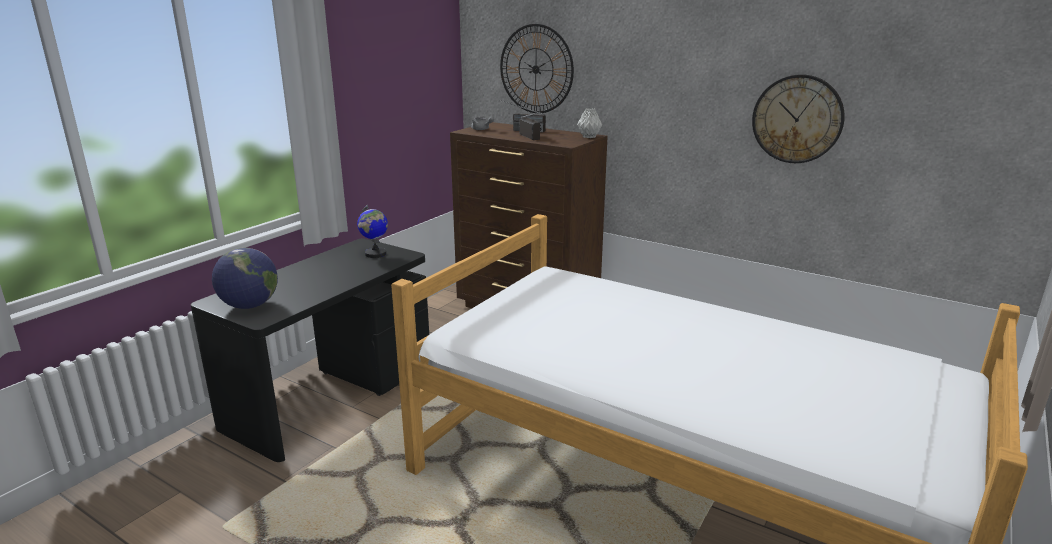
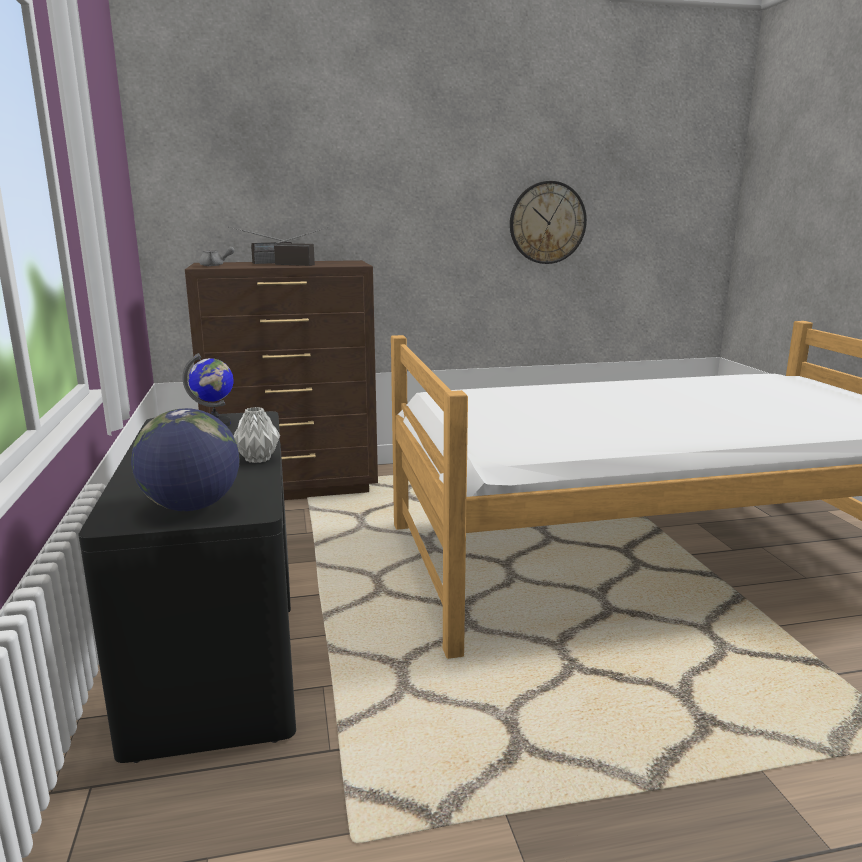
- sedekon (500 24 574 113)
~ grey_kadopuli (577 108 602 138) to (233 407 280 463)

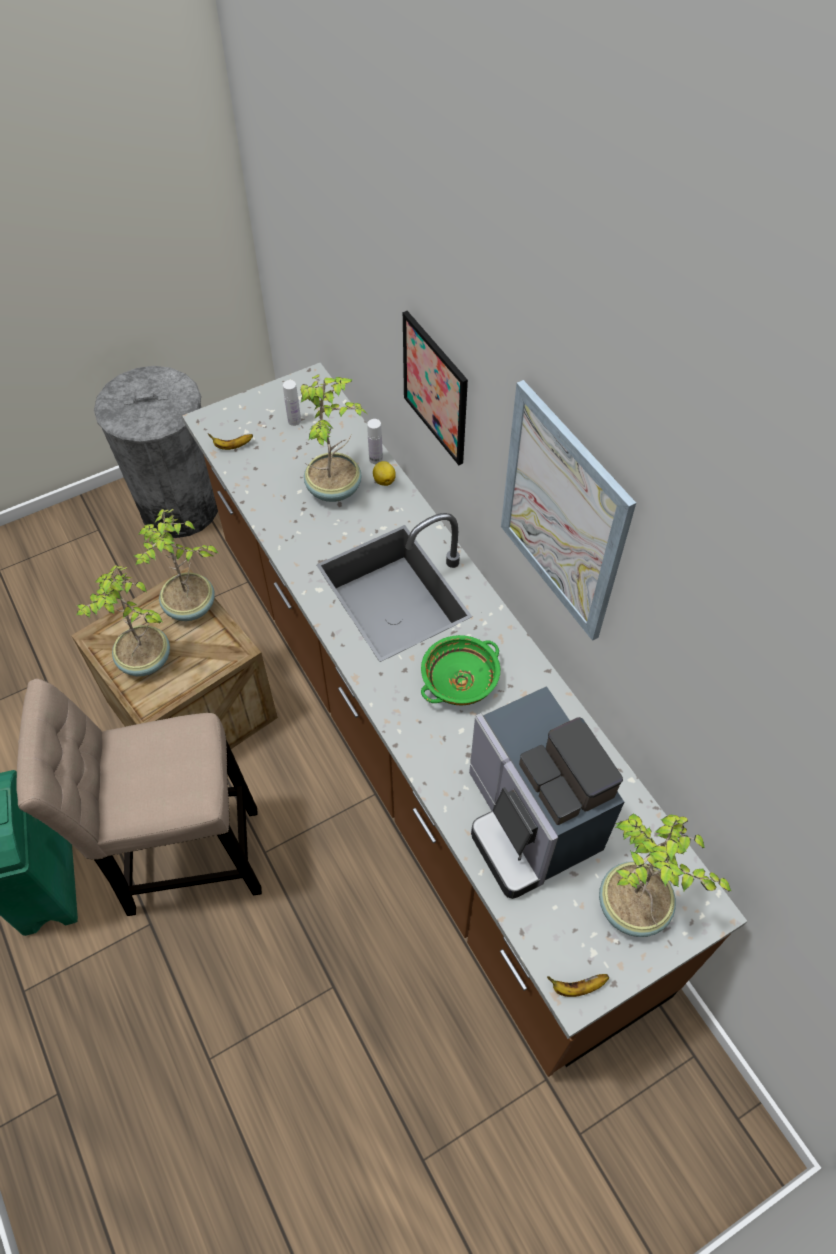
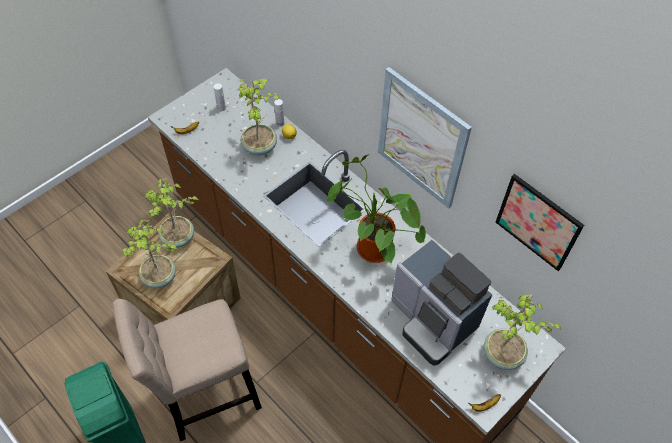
- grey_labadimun (94 366 218 538)
~ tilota (403 311 468 465) to (495 174 584 271)
~ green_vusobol (421 635 500 705) to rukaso (327 154 426 264)

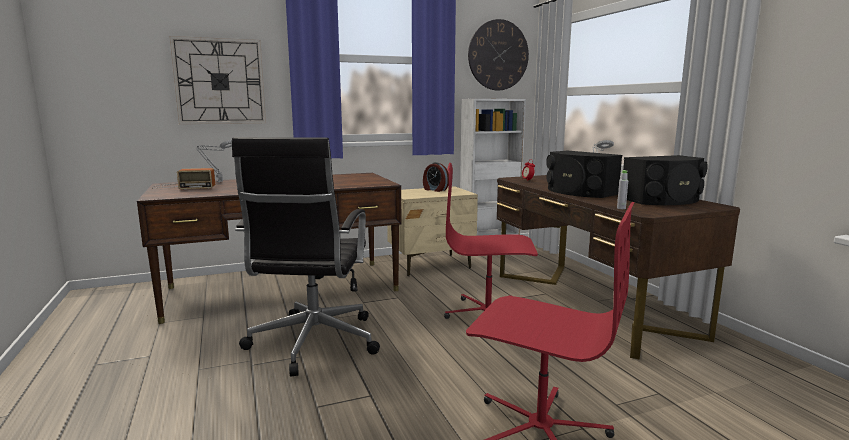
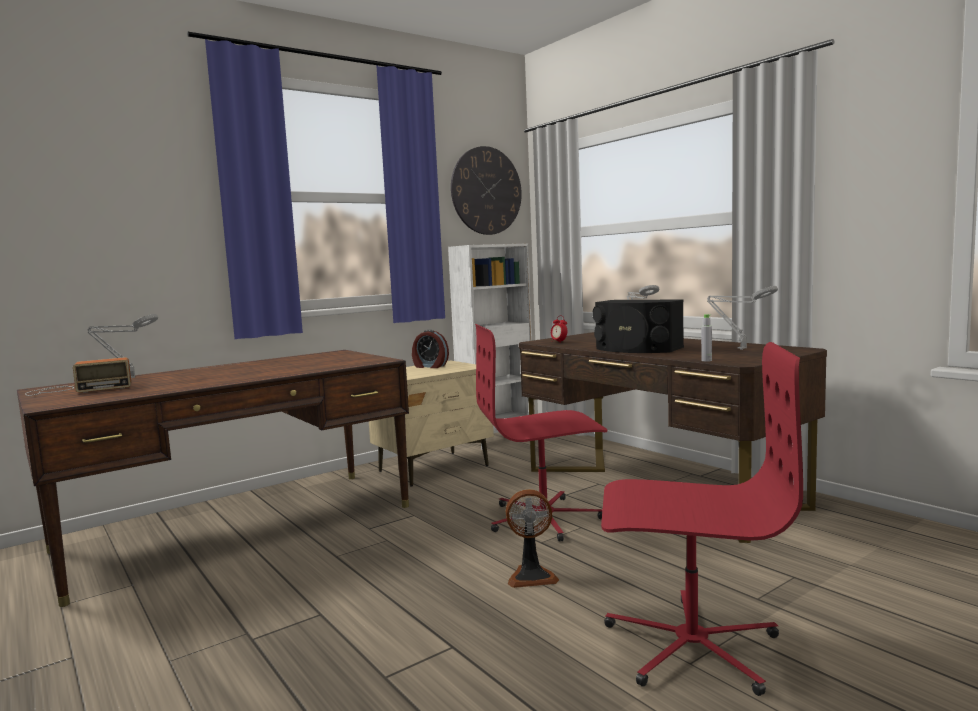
- sedekon (169 36 266 124)
- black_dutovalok (232 137 380 377)
+ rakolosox (506 489 559 588)
~ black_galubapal (623 155 708 205) to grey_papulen (707 286 778 350)

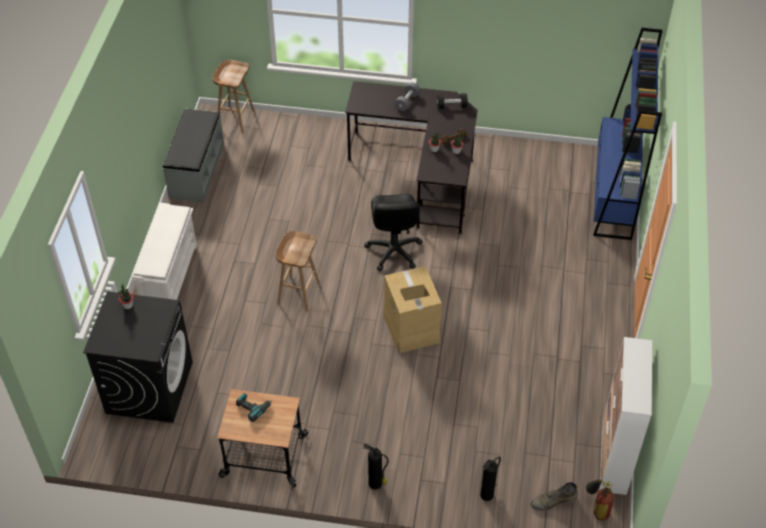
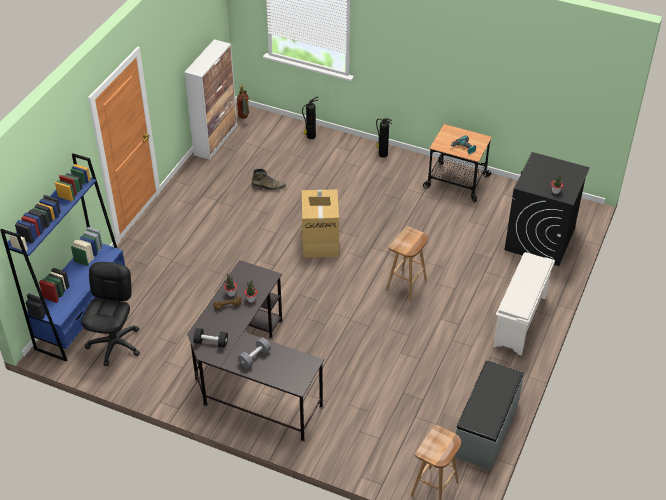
~ black_dutovalok (364 194 423 271) to (81 262 140 366)
~ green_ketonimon (531 482 577 511) to (252 169 286 191)

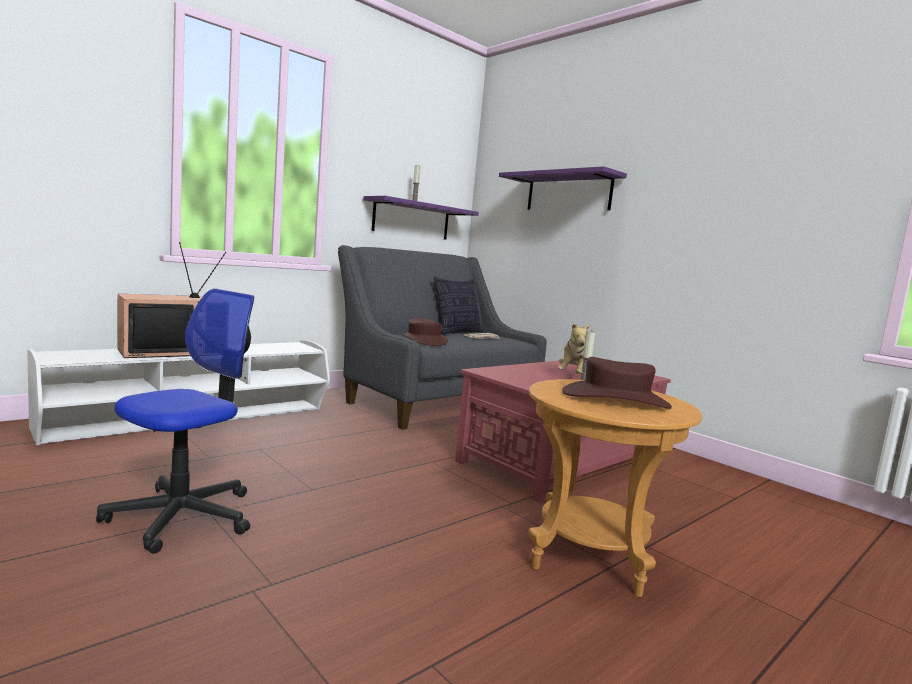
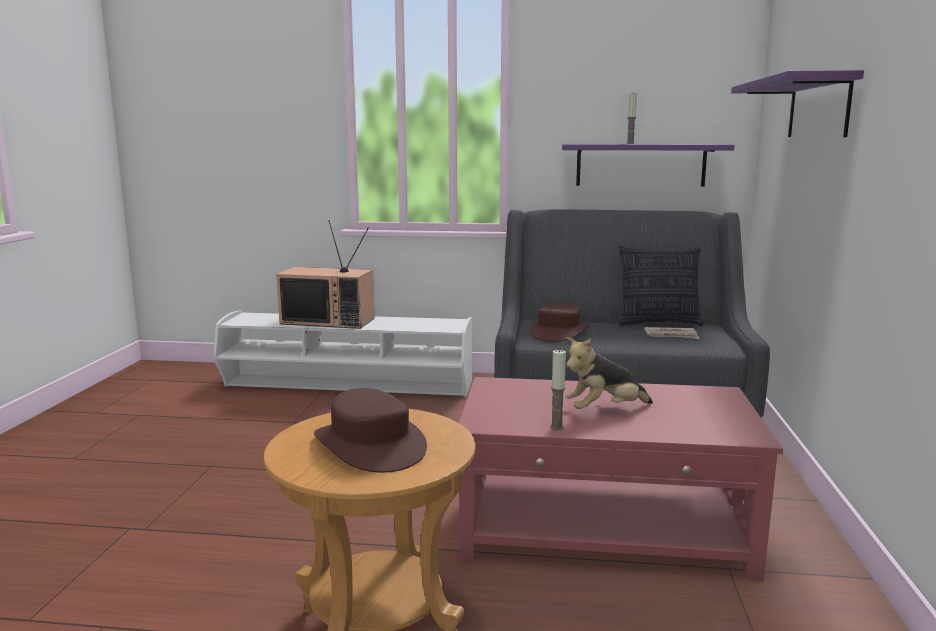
- dutovalok (96 288 254 554)

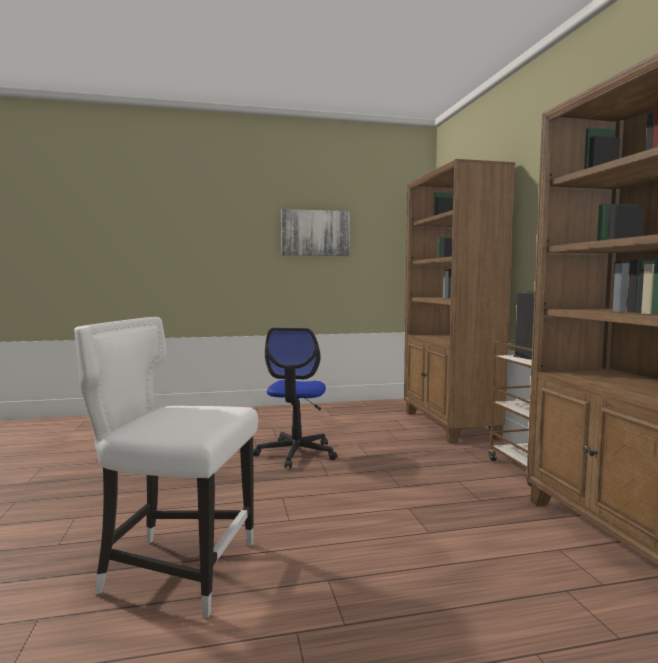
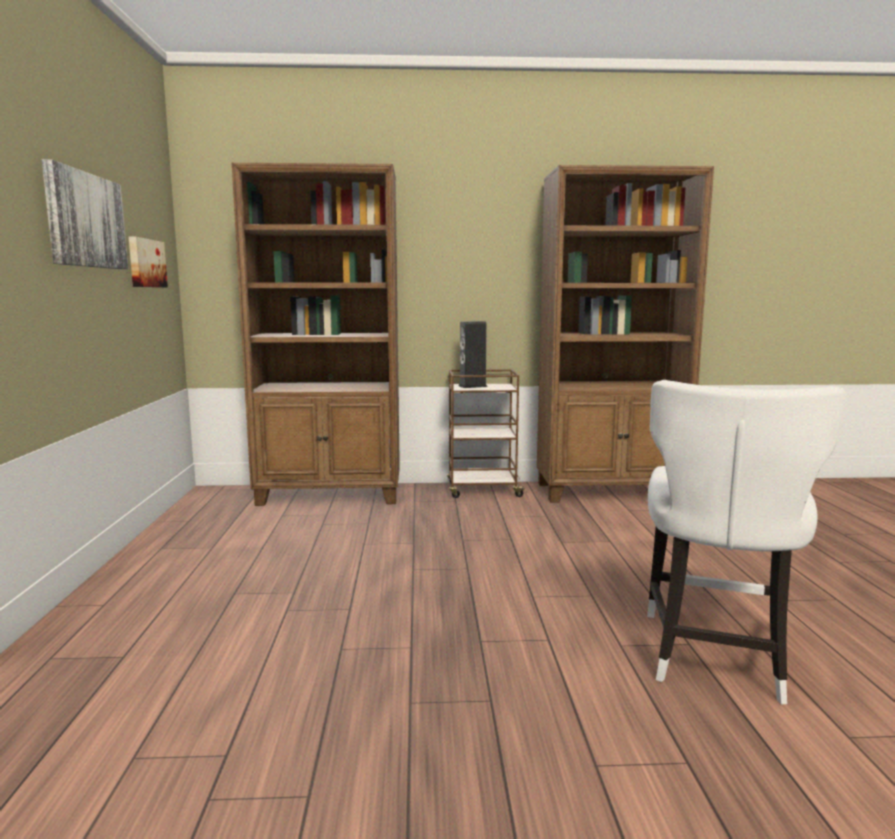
- dutovalok (253 328 337 468)
+ tilota (128 236 168 287)

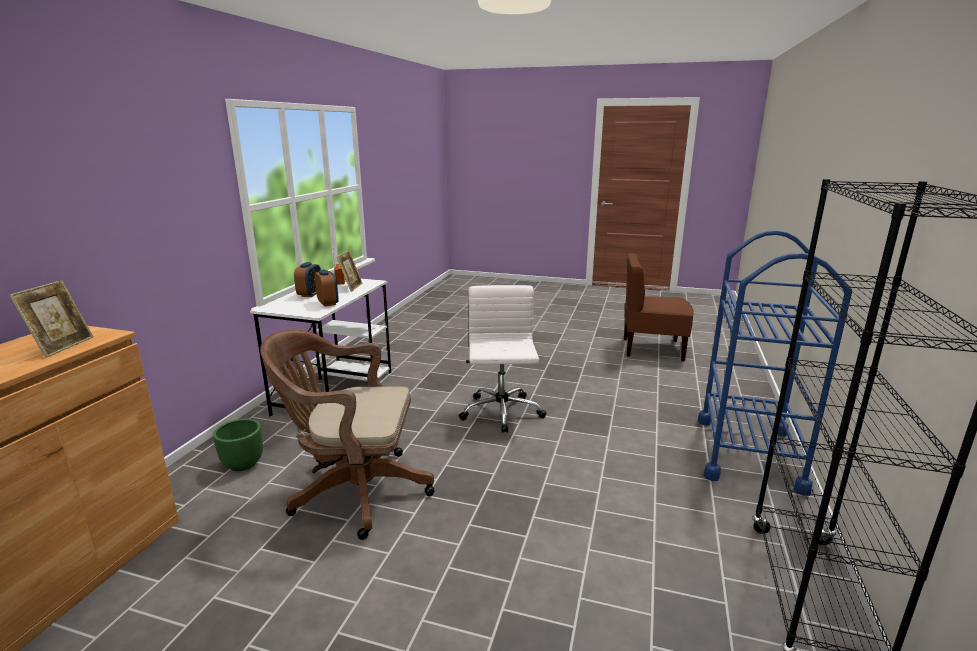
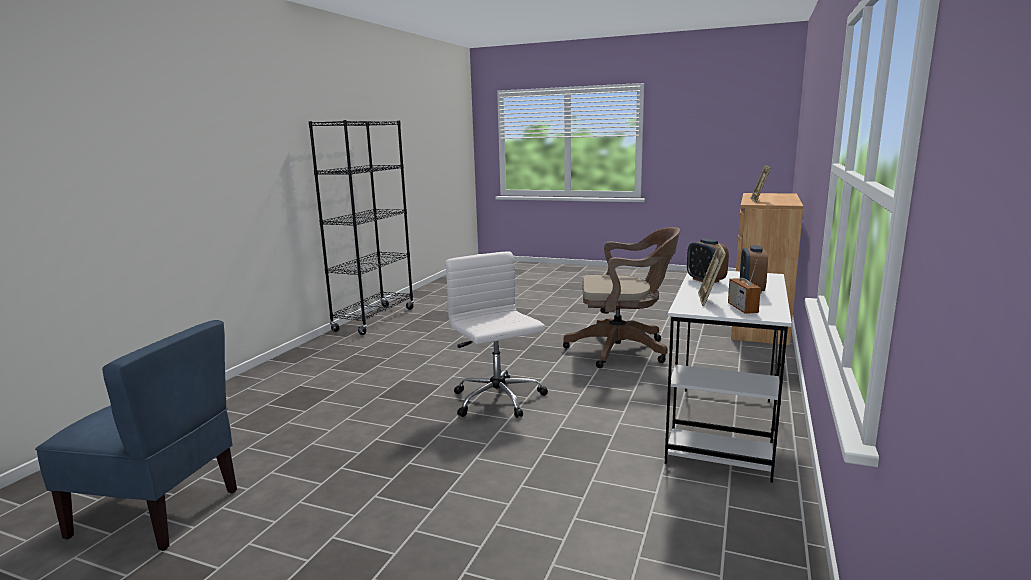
- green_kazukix (213 419 263 471)
- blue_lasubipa (698 230 852 496)
~ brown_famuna (624 253 694 362) to blue_famuna (35 320 237 551)
~ white_dutovalok (459 285 547 433) = (445 251 548 418) 150 degrees clockwise

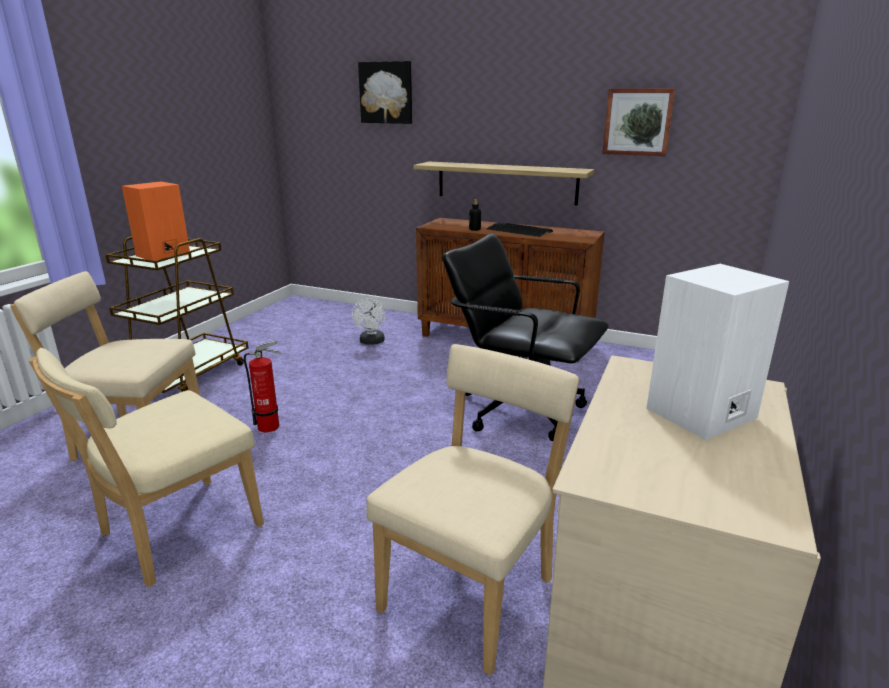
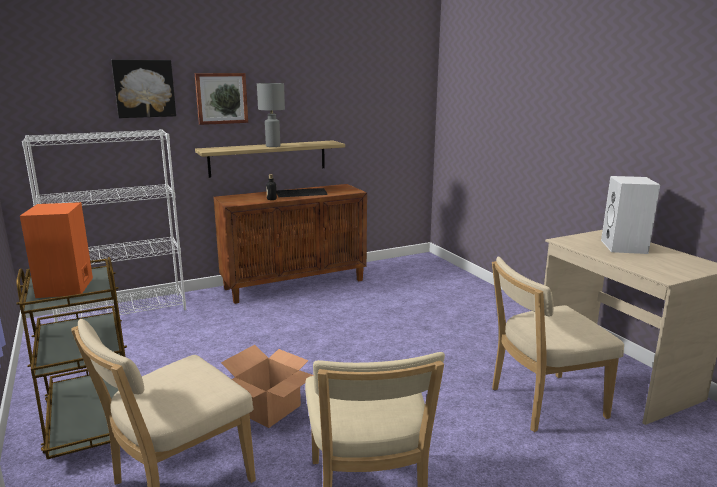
- white_rakolosox (352 298 386 345)
- black_dutovalok (443 233 609 441)
+ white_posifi (22 129 186 322)
+ grey_papulen (257 83 285 147)
~ tilota (602 88 676 156) to (195 73 248 125)
~ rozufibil (244 340 281 432) to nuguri (221 345 314 428)
~ beige_famuna (366 344 580 676) = (492 256 624 432) 90 degrees counterclockwise

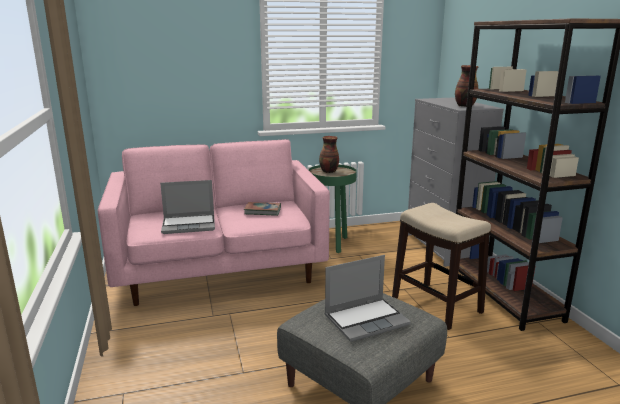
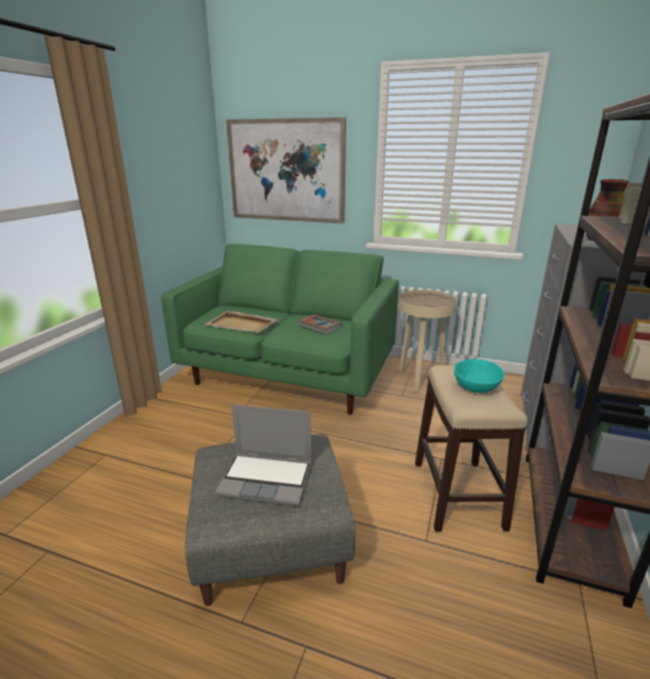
- kadopuli (319 136 339 173)
+ tilota (226 117 346 224)
+ turquoise_vusobol (454 359 504 393)
~ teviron (160 180 215 234) to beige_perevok (205 311 277 333)
~ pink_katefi (98 139 330 306) to green_katefi (161 244 399 415)
~ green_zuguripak (309 165 357 253) to beige_zuguripak (399 290 456 393)

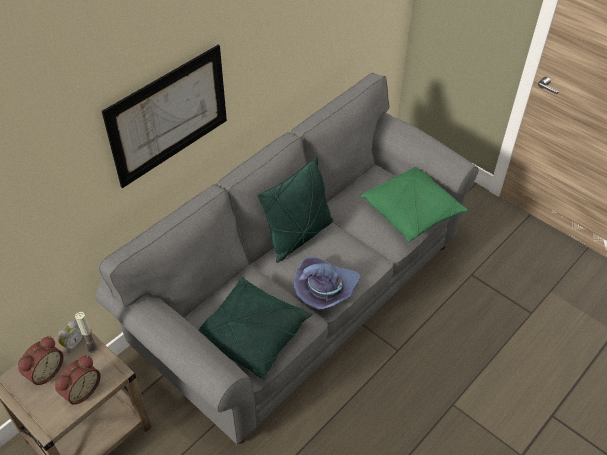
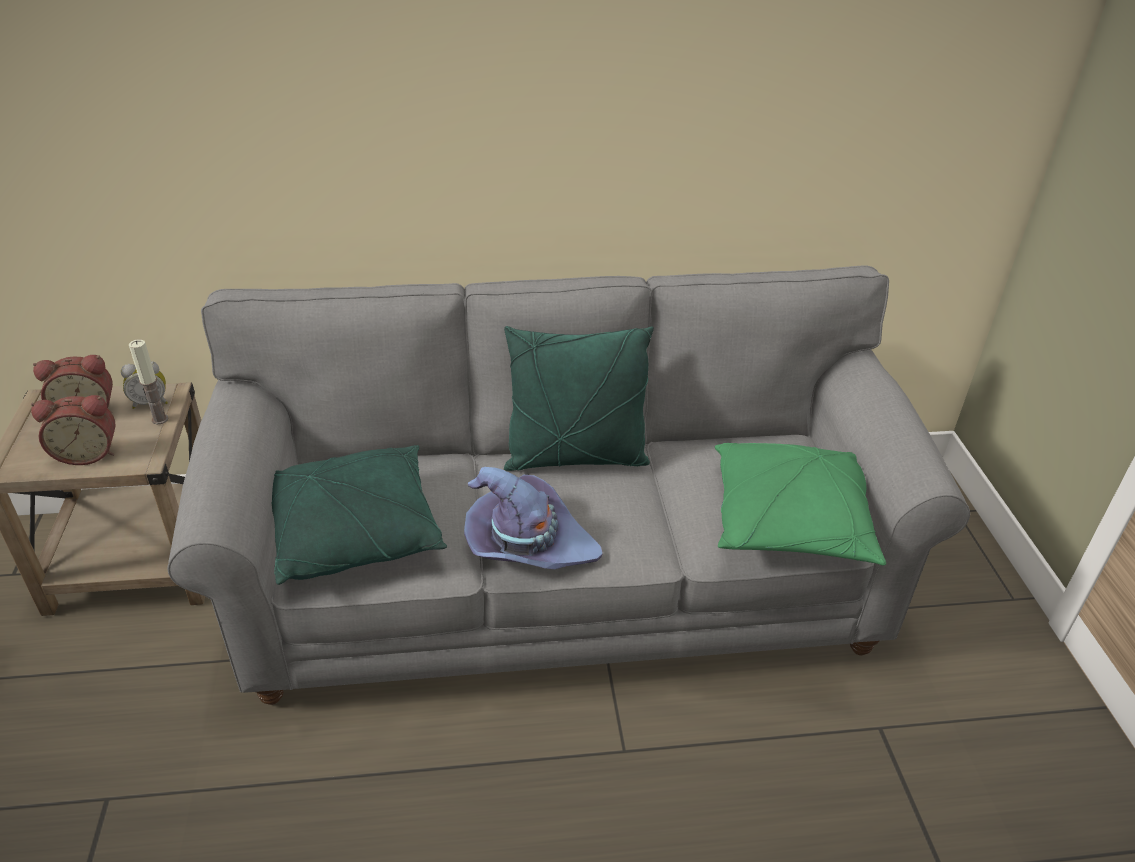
- tilota (102 45 227 188)

